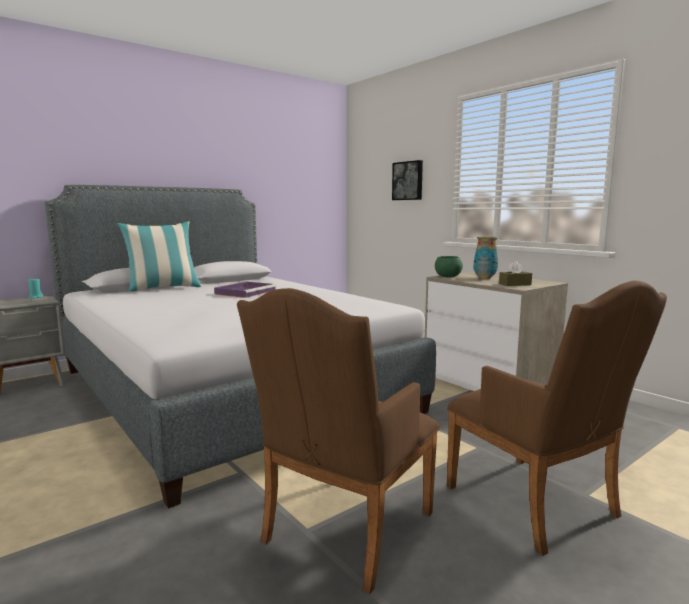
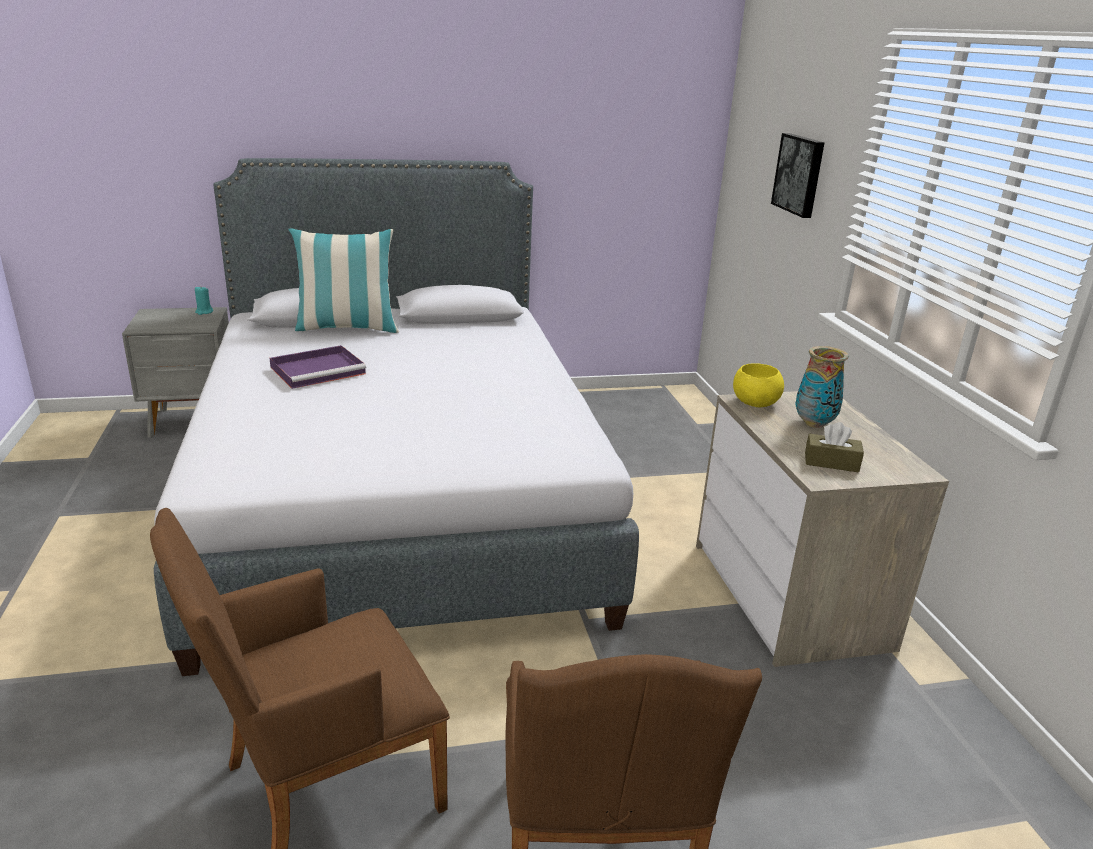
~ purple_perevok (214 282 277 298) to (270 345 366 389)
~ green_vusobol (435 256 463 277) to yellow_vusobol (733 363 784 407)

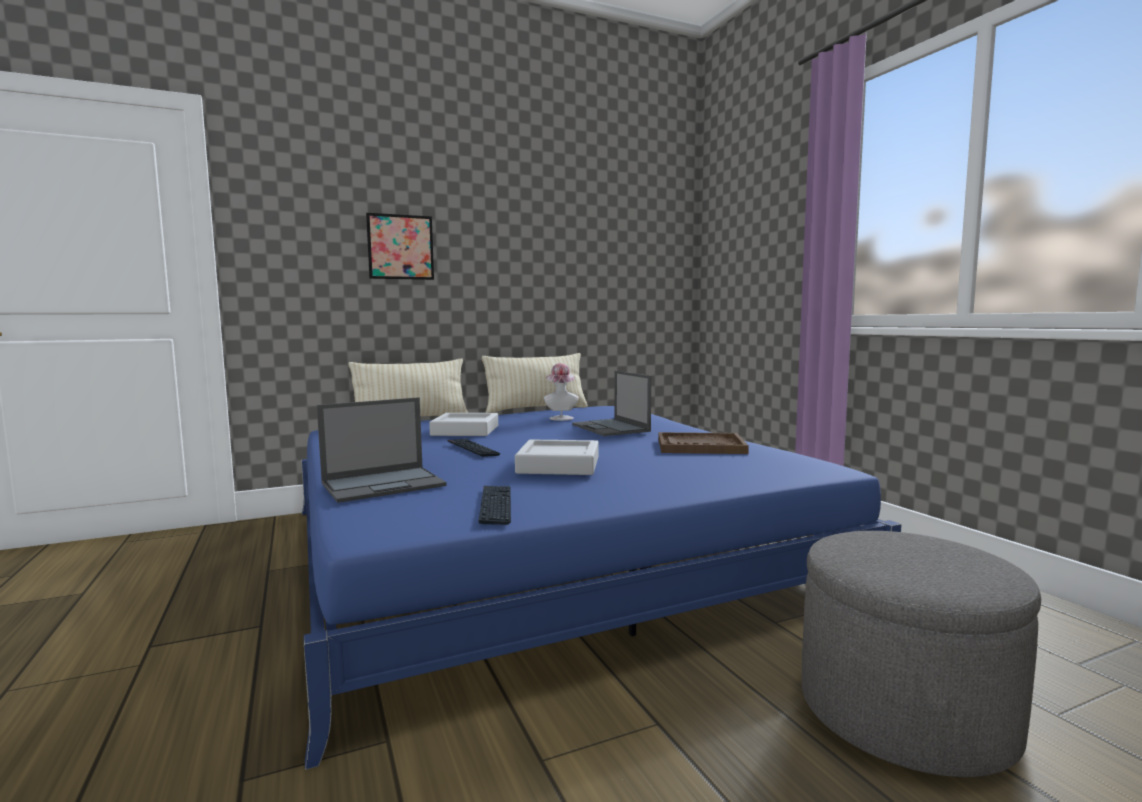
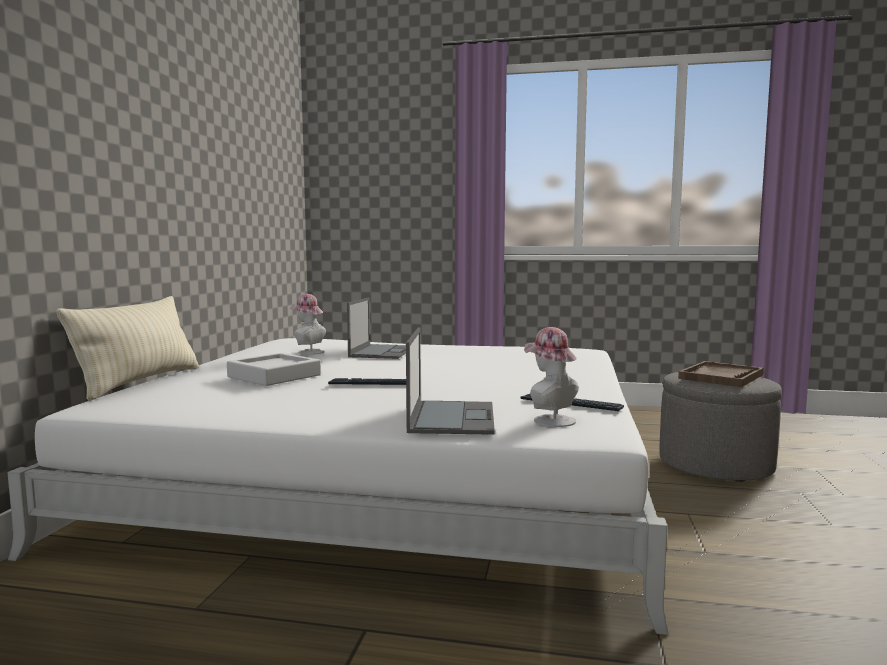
- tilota (366 213 434 280)
- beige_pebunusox (482 353 588 413)
- grey_perevok (515 439 599 475)
+ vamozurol (524 327 579 427)
~ brown_perevok (658 432 749 454) to (678 361 764 387)
~ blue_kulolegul (301 406 902 770) to white_kulolegul (7 338 668 635)
~ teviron (572 371 651 436) = (347 297 406 359) 90 degrees counterclockwise

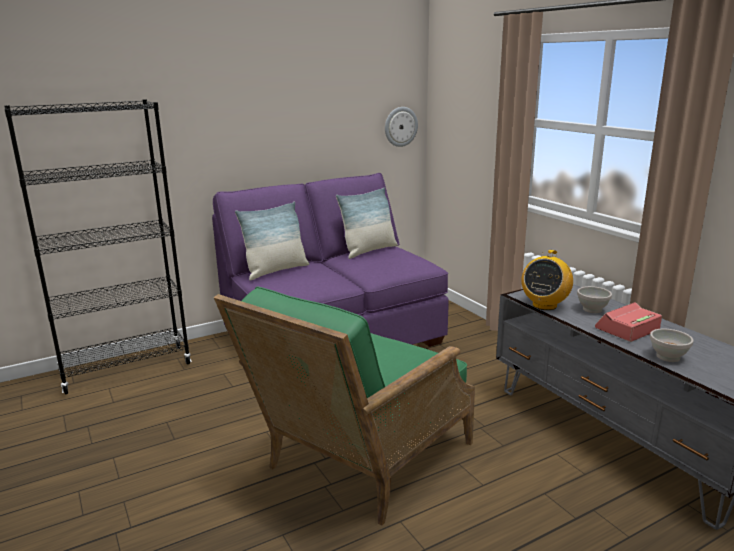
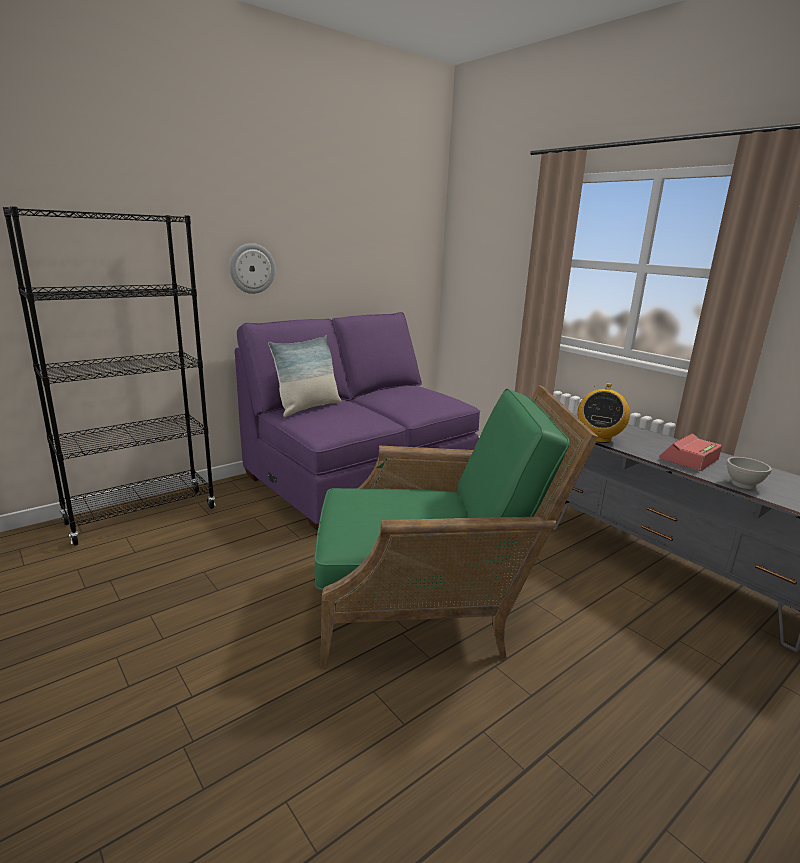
- pebunusox (336 187 398 259)
- white_vusobol (577 286 612 313)
~ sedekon (385 107 418 147) to (229 243 275 294)
~ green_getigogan (214 286 475 525) = (314 385 599 667) 120 degrees counterclockwise

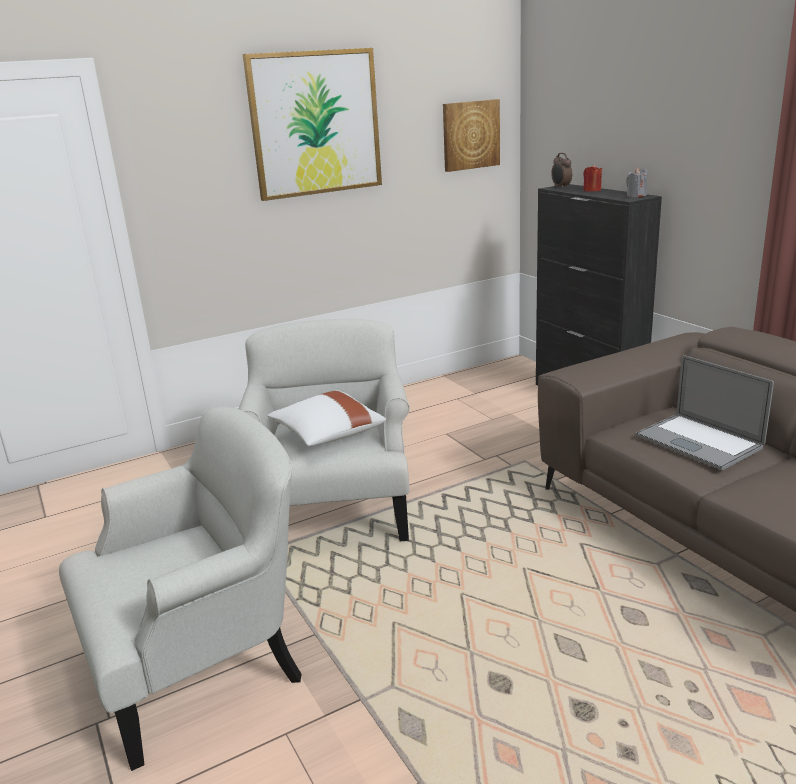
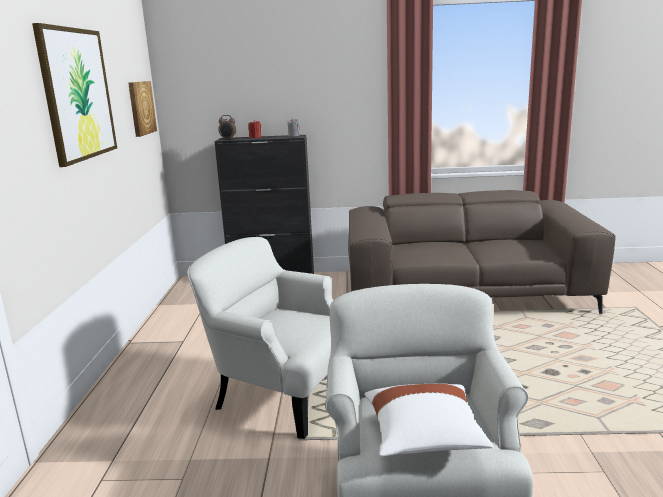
- teviron (636 355 774 470)
~ white_pebunusox (267 390 386 446) to (365 383 493 457)

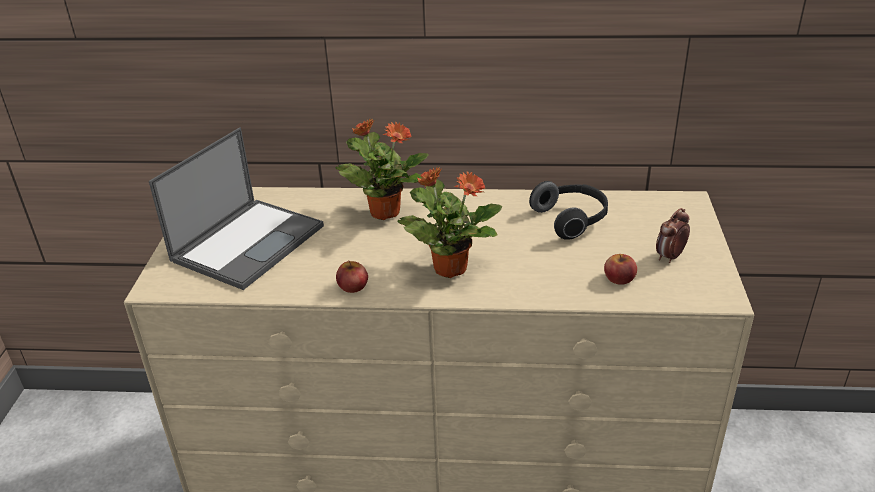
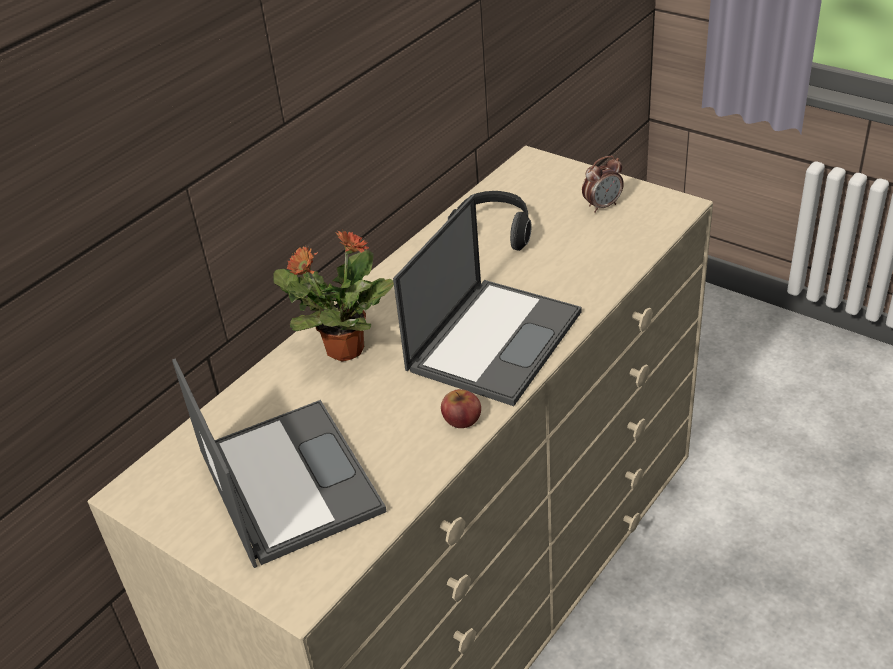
- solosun (604 254 637 285)
~ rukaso (398 166 502 278) to teviron (393 194 581 406)
~ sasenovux (656 208 690 263) = (582 156 624 213) 105 degrees counterclockwise

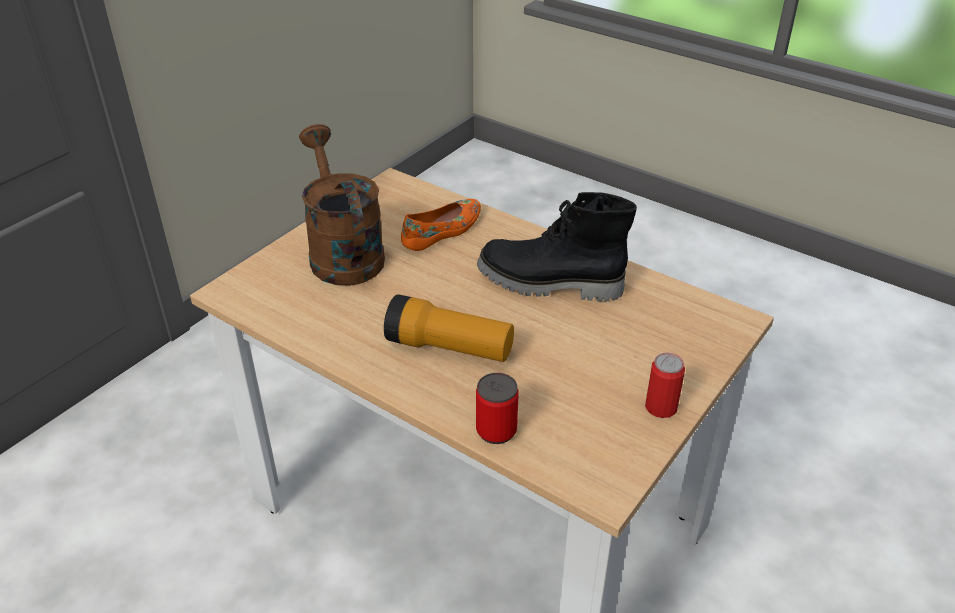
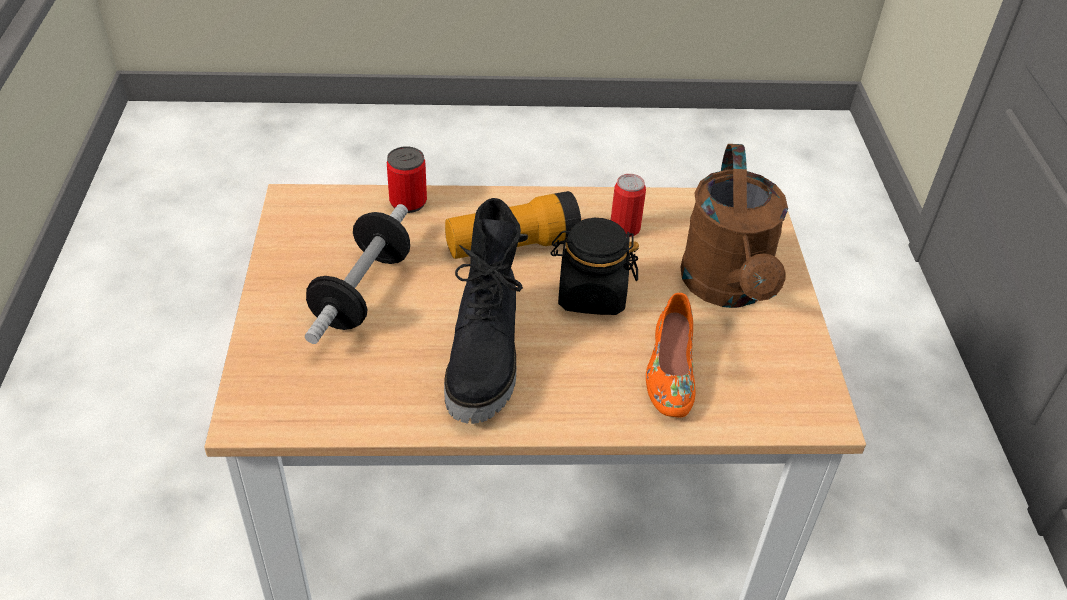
+ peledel (305 204 410 344)
+ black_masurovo (550 218 639 315)
~ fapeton (645 353 685 418) to (611 174 646 237)
~ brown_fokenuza (299 124 385 285) = (681 144 788 308) 60 degrees clockwise
~ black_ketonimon (477 192 637 302) = (444 198 523 424) 120 degrees clockwise

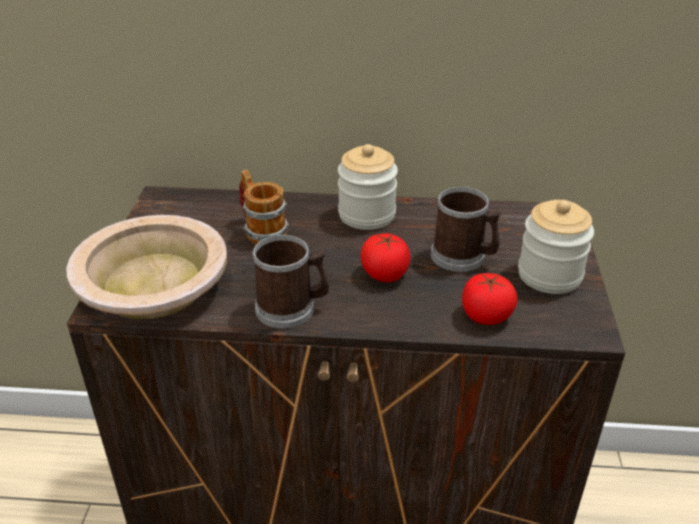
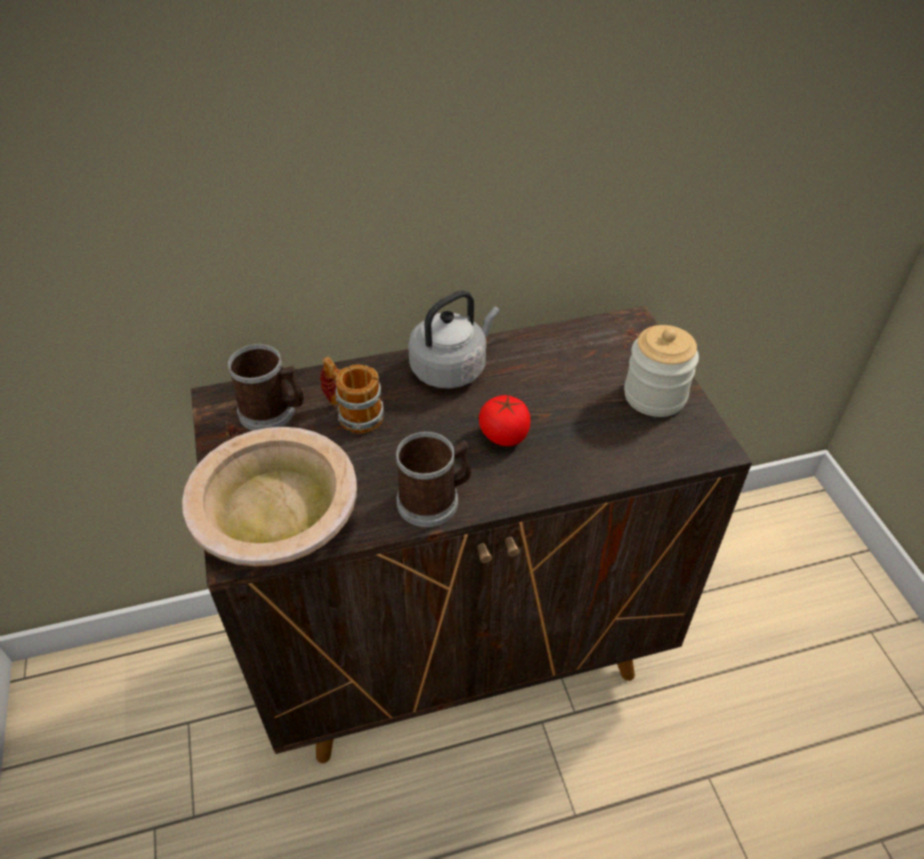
- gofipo (462 273 517 325)
~ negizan (431 187 501 272) to (228 344 304 431)
~ masurovo (338 144 398 230) to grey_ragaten (408 290 500 388)

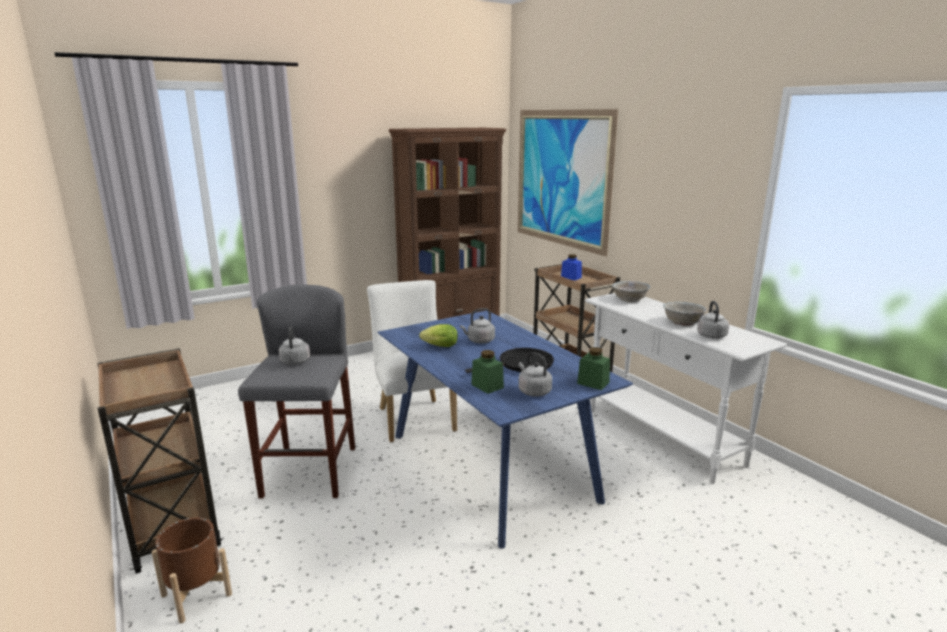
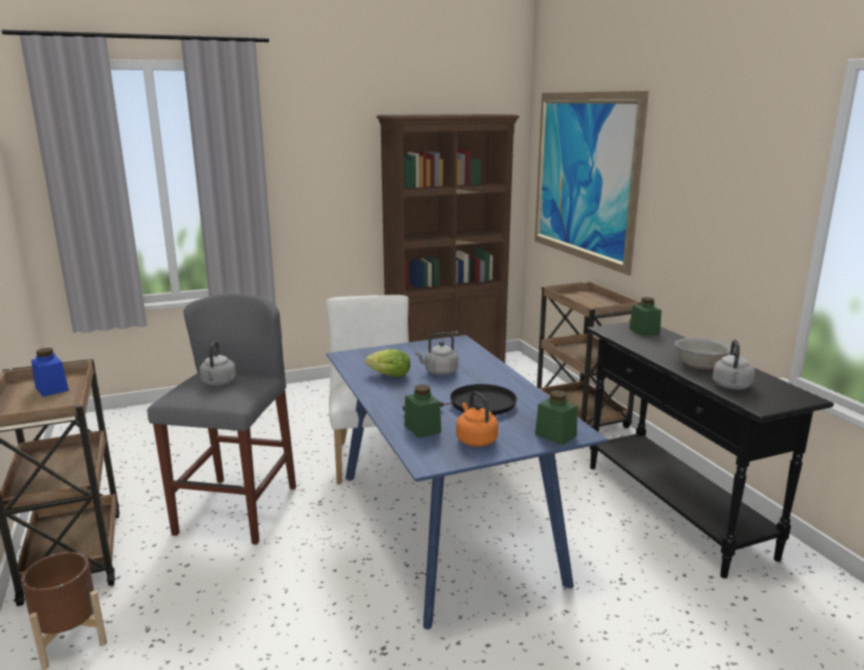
~ blue_masurovo (561 254 582 280) to (31 348 69 397)
~ white_vusobol (612 281 650 302) to green_masurovo (629 297 662 336)
~ grey_ragaten (518 352 552 397) to orange_ragaten (456 391 498 447)
~ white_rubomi (585 293 787 484) to black_rubomi (587 322 834 578)

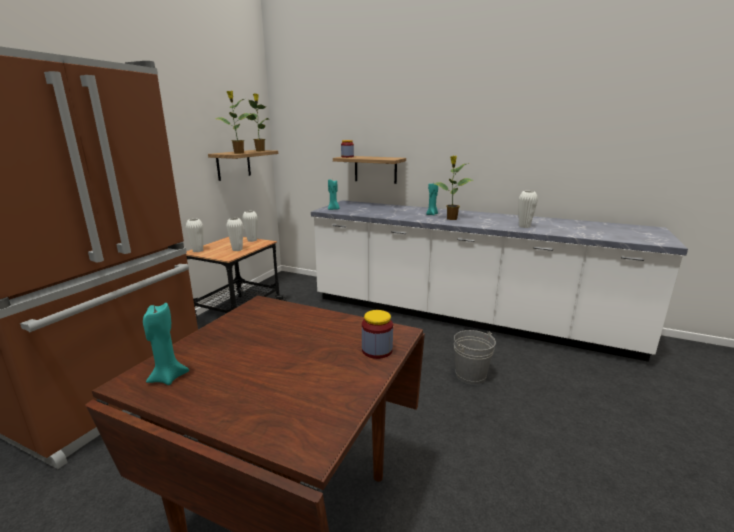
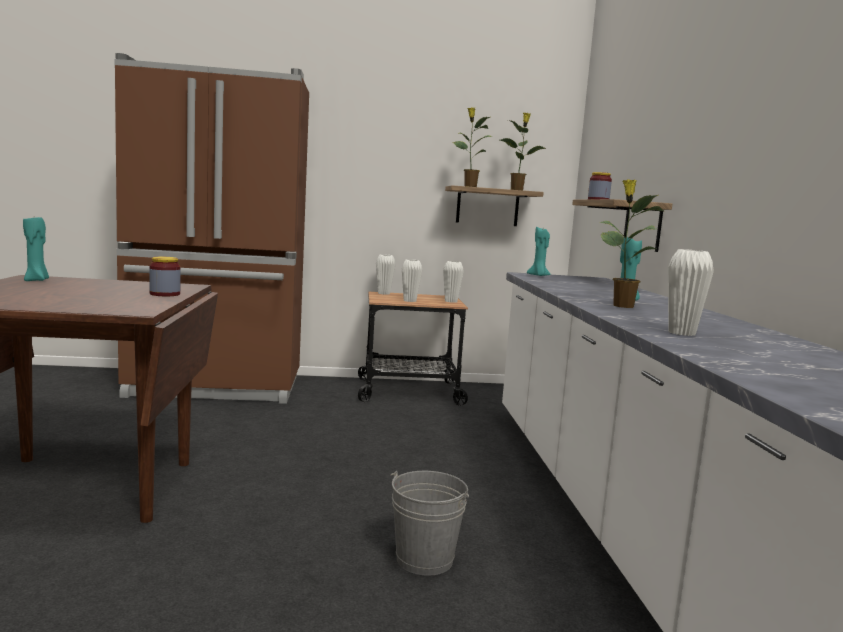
~ masurovo (362 310 393 359) to (149 257 181 296)

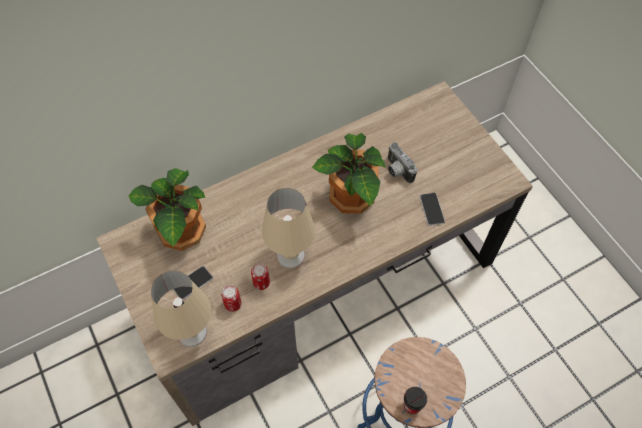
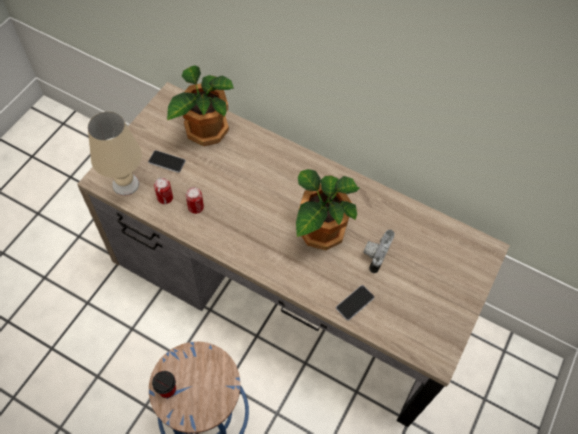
- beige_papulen (262 188 315 268)

